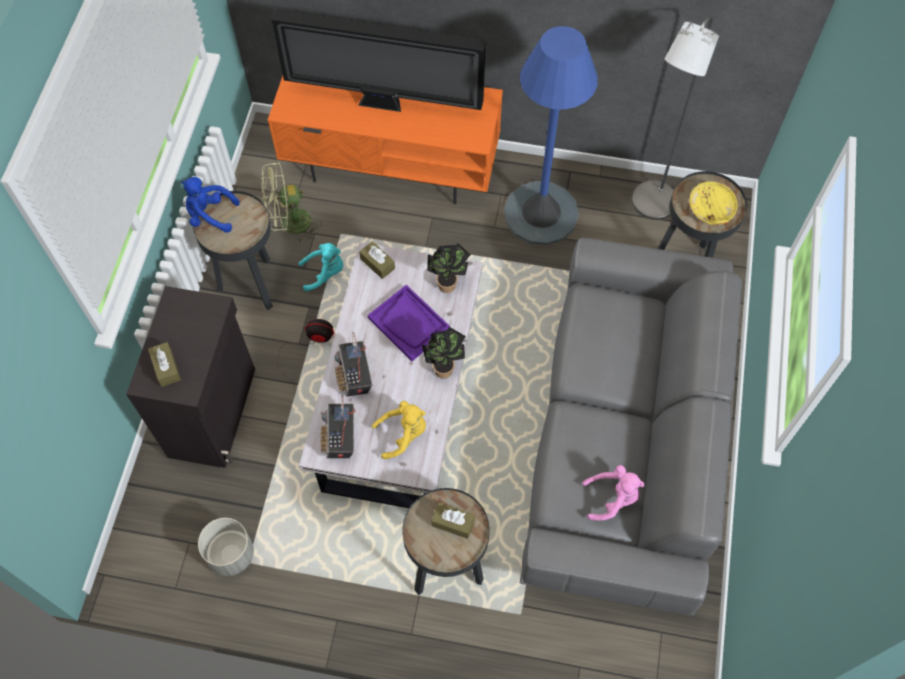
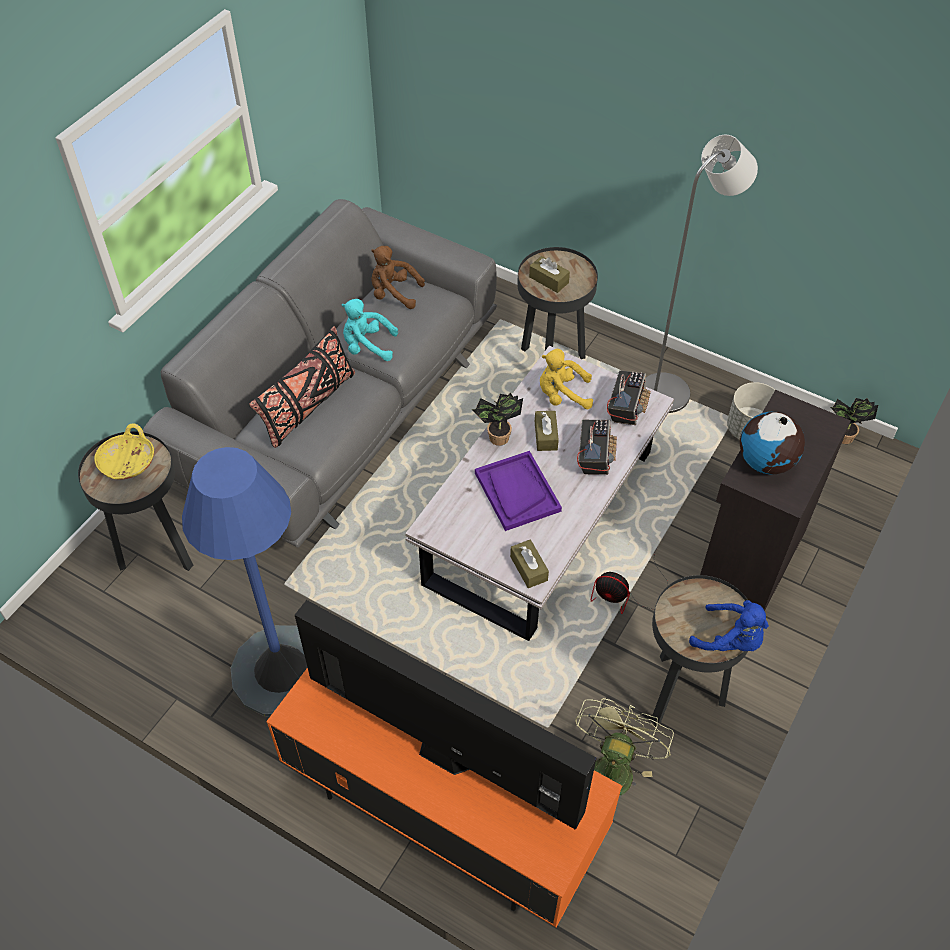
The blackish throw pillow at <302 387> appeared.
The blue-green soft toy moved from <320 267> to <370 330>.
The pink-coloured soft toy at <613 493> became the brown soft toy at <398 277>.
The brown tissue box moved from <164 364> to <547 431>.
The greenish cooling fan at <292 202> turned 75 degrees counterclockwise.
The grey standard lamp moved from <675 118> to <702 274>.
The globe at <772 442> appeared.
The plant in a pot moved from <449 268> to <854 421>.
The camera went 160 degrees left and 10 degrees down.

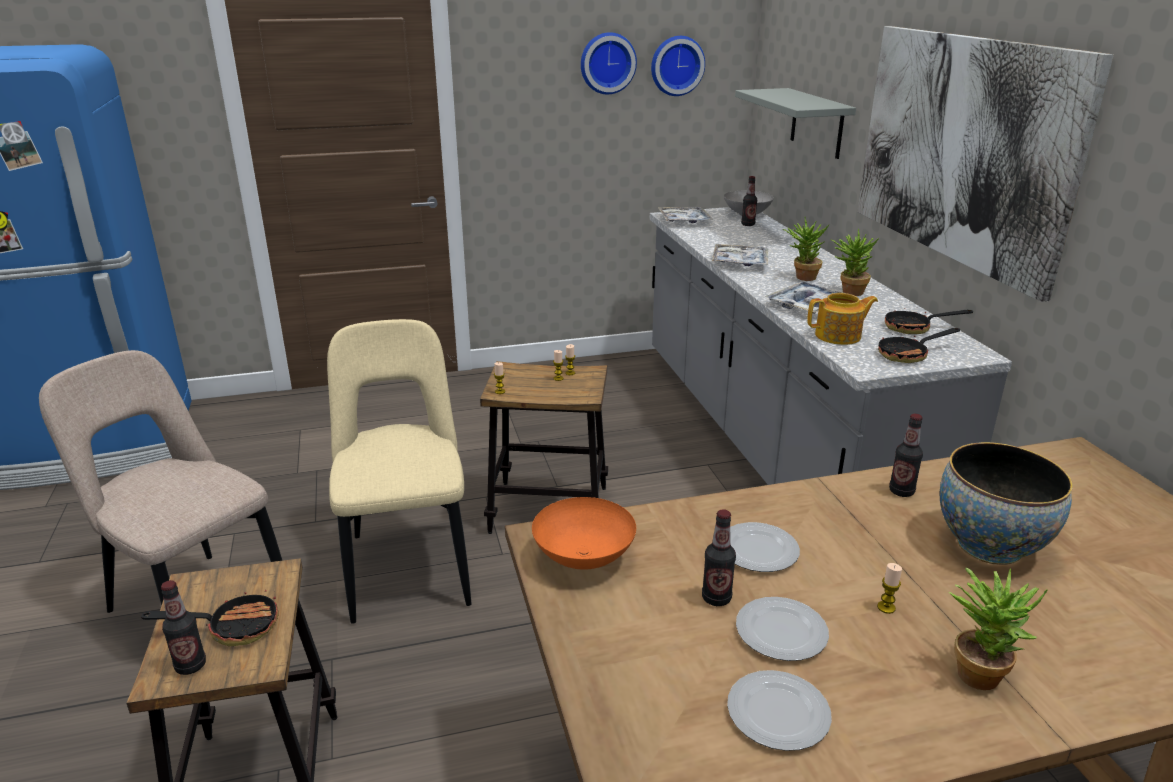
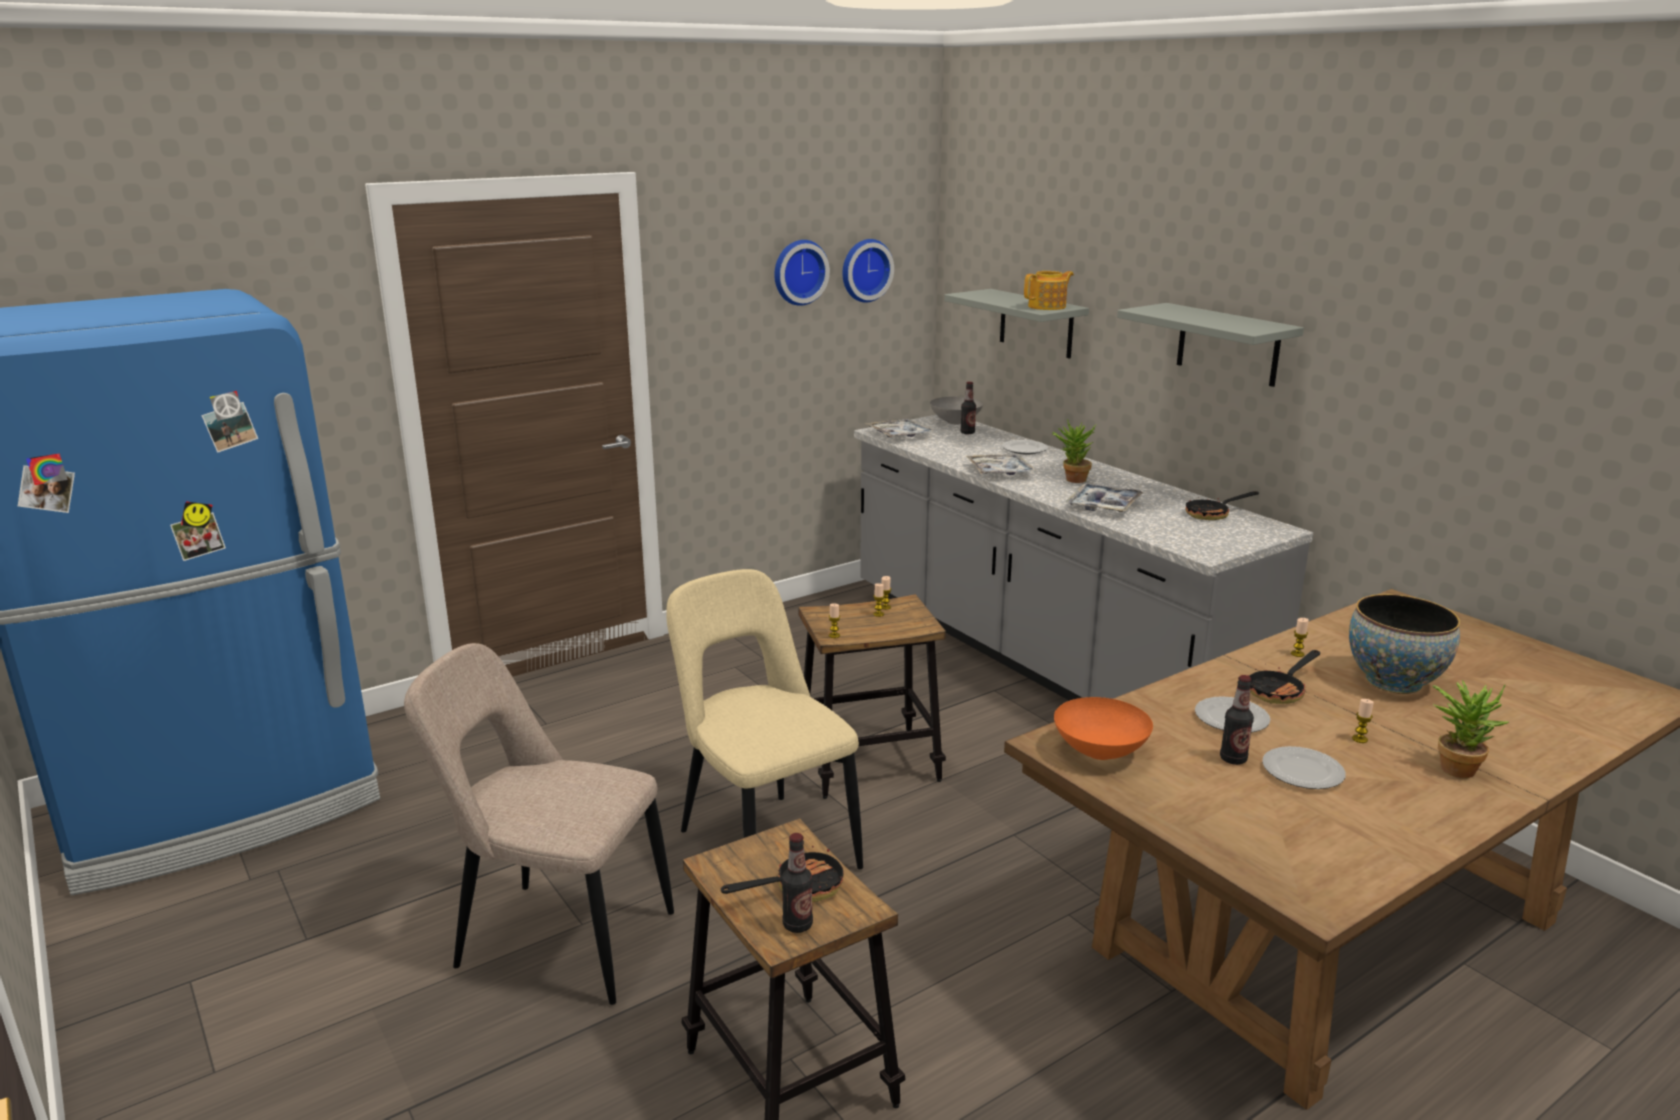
The dinner plate moved from <779 710> to <1025 447>.
The tea pot moved from <842 319> to <1049 290>.
The picture at <985 164> was replaced by the grey shelf at <1210 345>.
The skillet moved from <919 345> to <1283 677>.
The beverage bottle at <906 455> was replaced by the wax candle at <1300 637>.
The plant in a pot at <855 262> disappeared.
The camera went 20 degrees left and 5 degrees down.

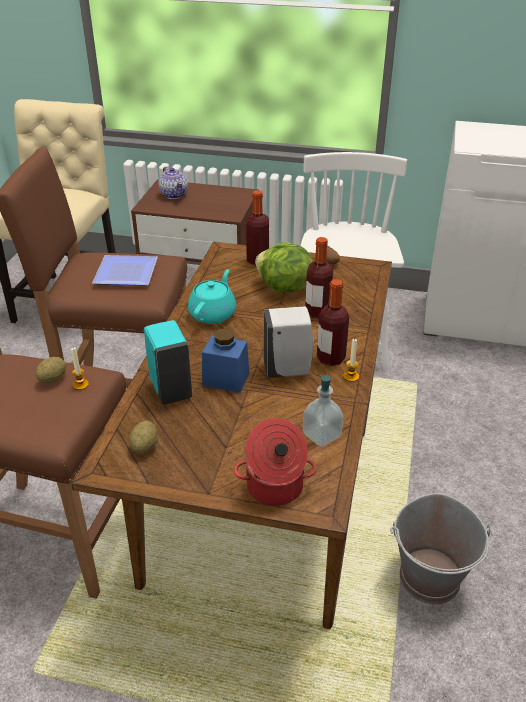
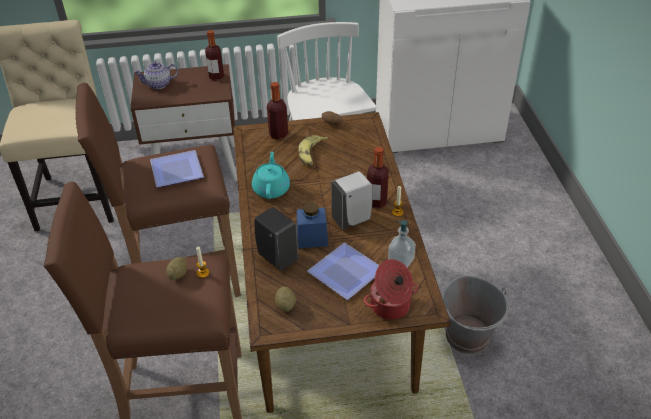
The tea pot at <173 183> turned 120 degrees clockwise.
The beverage bottle moved from <319 277> to <214 55>.
The blue-green soap dispenser at <168 362> became the blackish soap dispenser at <276 239>.
The head of lettuce at <284 267> was replaced by the whole banana at <313 150>.
The dinner plate at <343 271> appeared.
The camera went 20 degrees left and 5 degrees up.

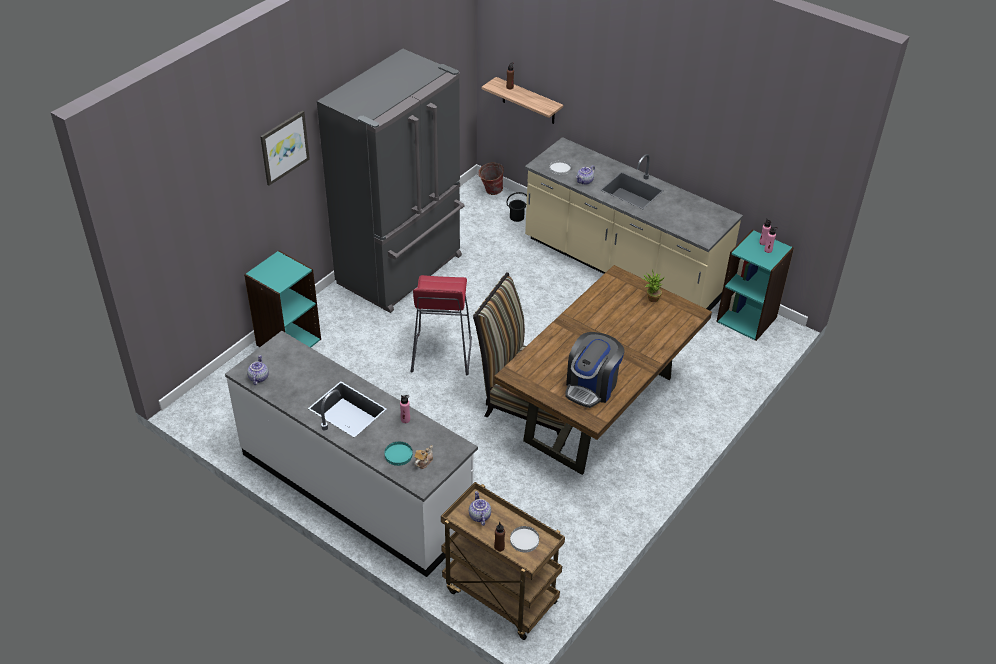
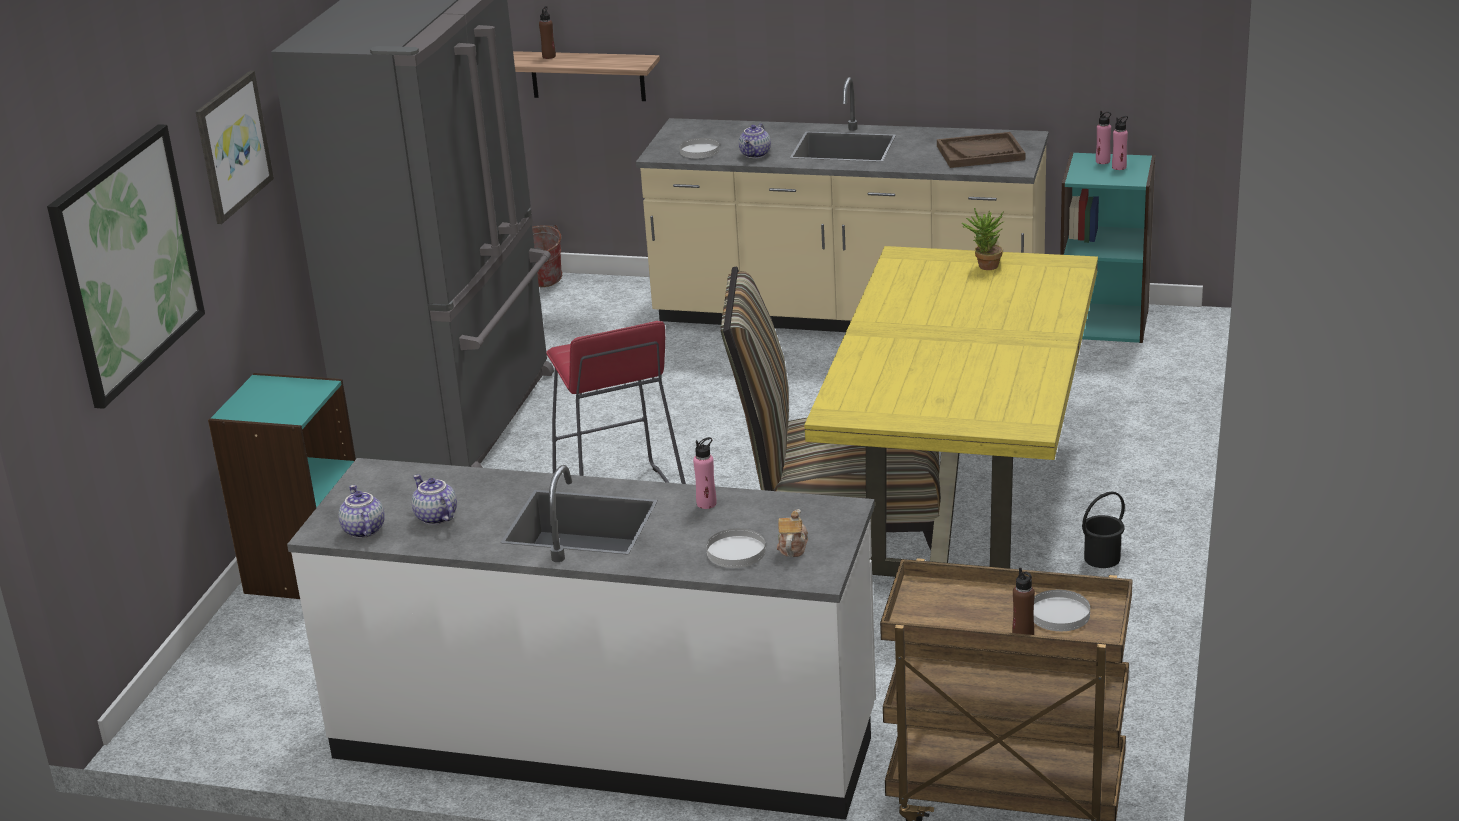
The picture at <126 266> appeared.
The tea pot moved from <480 508> to <434 499>.
The blue-green dinner plate at <398 454> became the white dinner plate at <736 548>.
The brown kitchen table at <603 370> became the yellow-coloured kitchen table at <951 411>.
The brown serving tray at <981 150> appeared.
The blackish water bucket moved from <517 207> to <1103 530>.
The coffee brewer at <595 370> disappeared.
The camera went 20 degrees left and 15 degrees down.

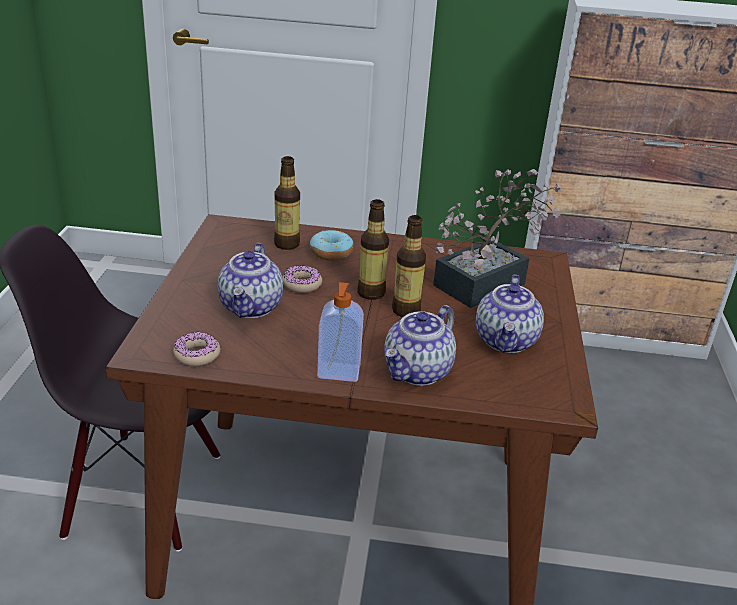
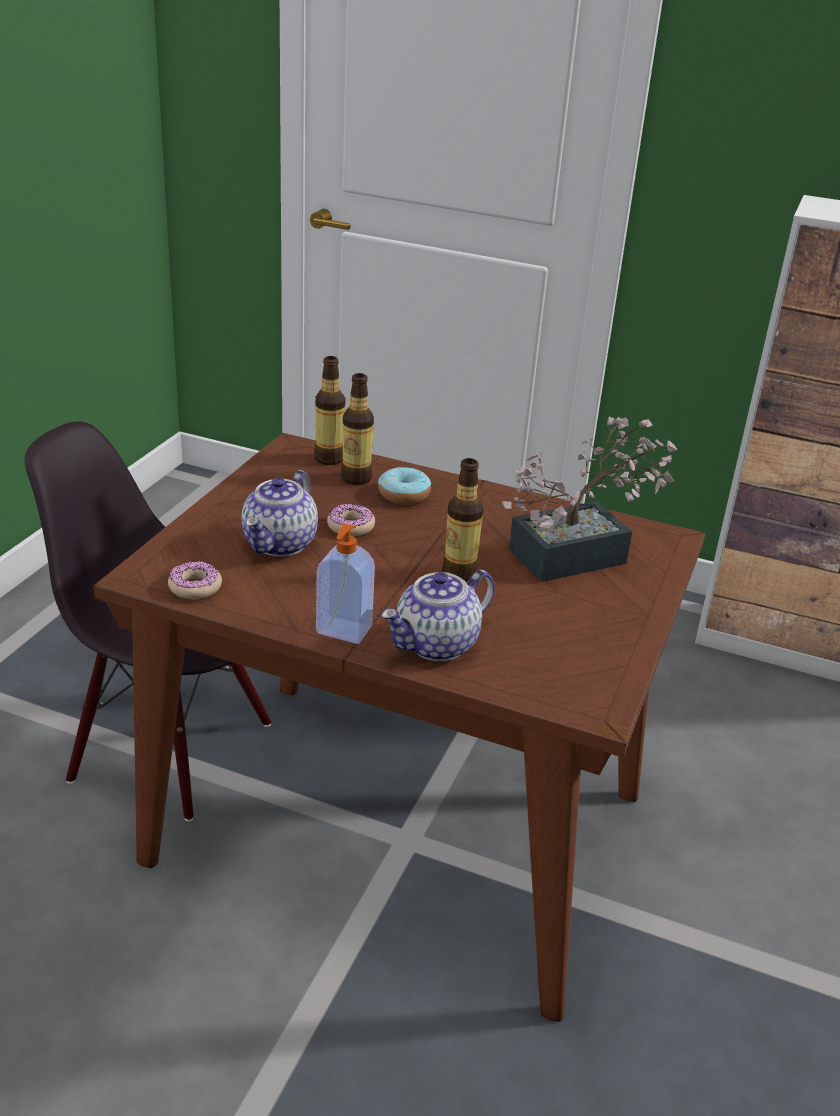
The beverage bottle moved from <373 249> to <330 410>.
The tea pot at <510 314> disappeared.
The camera went 15 degrees right and 0 degrees up.

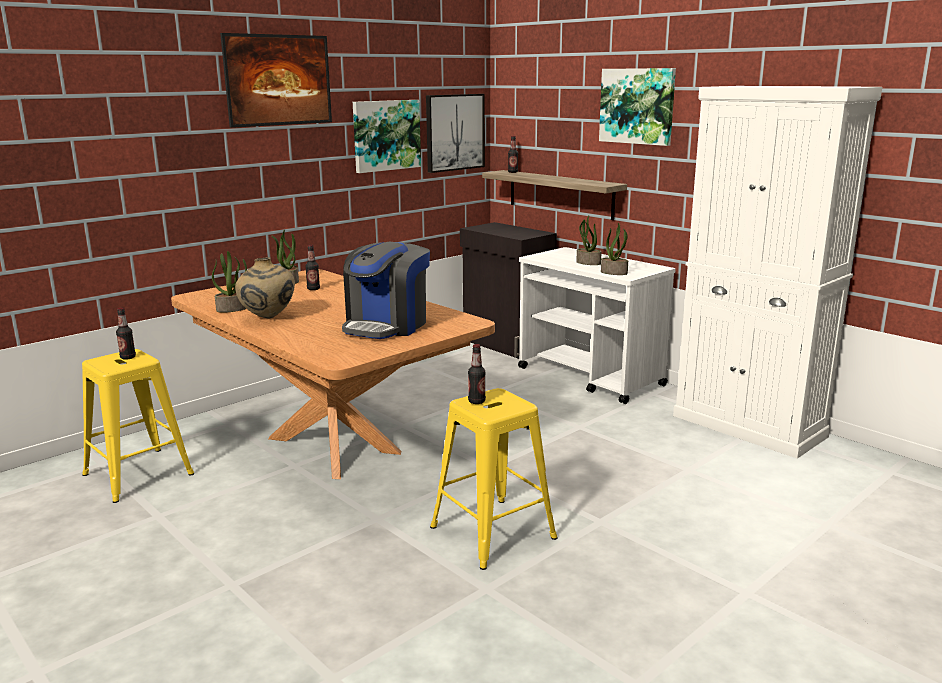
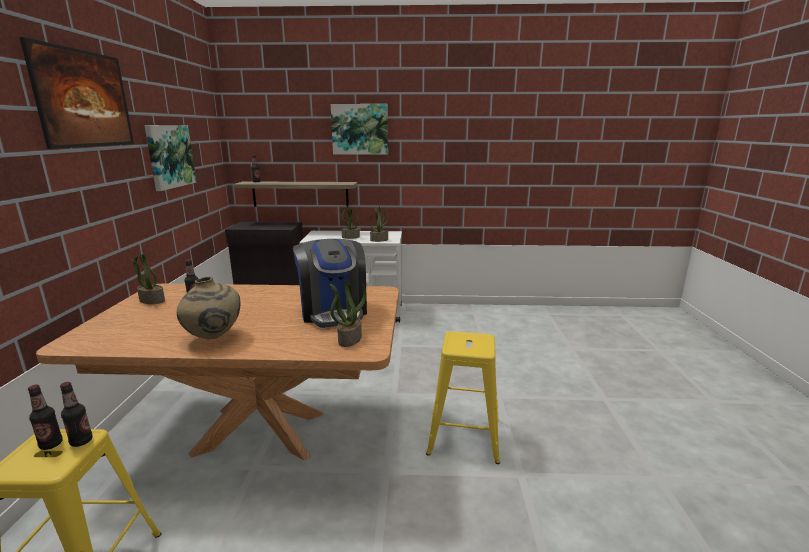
The beverage bottle moved from <477 374> to <76 414>.
The plant in a pot moved from <229 282> to <348 313>.
The picture at <455 133> disappeared.
The white cabinet at <777 272> disappeared.
The camera went 45 degrees left and 0 degrees up.

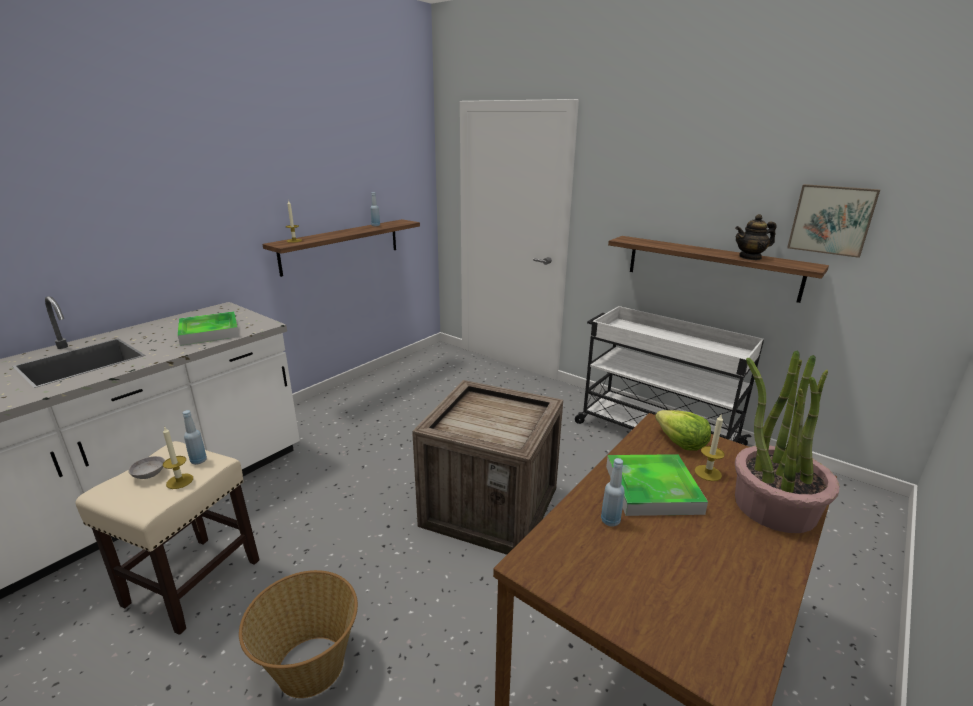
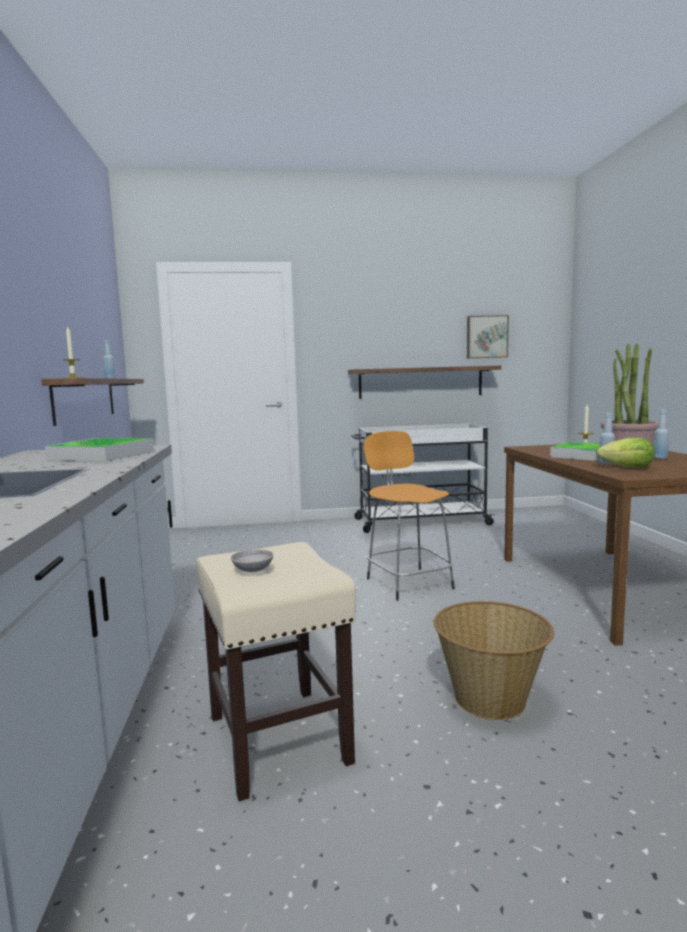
The crate at <487 467> was replaced by the orange stool seat at <409 516>.
The head of lettuce moved from <683 430> to <625 452>.
The bluish beverage bottle moved from <195 437> to <661 434>.
The wax candle at <178 457> disappeared.
The tea pot at <756 237> disappeared.
The camera went 45 degrees left and 15 degrees down.

